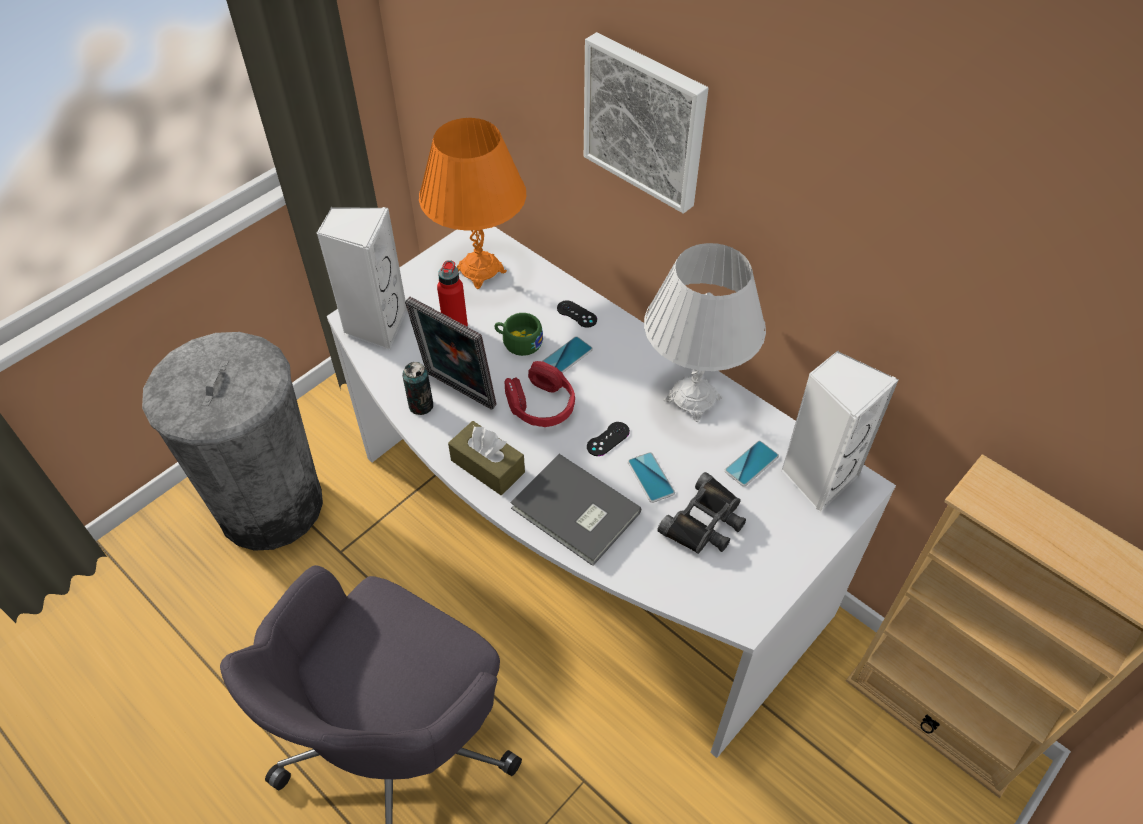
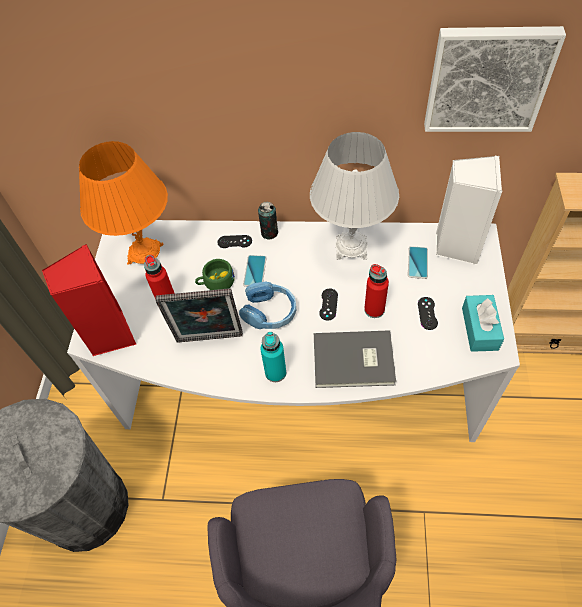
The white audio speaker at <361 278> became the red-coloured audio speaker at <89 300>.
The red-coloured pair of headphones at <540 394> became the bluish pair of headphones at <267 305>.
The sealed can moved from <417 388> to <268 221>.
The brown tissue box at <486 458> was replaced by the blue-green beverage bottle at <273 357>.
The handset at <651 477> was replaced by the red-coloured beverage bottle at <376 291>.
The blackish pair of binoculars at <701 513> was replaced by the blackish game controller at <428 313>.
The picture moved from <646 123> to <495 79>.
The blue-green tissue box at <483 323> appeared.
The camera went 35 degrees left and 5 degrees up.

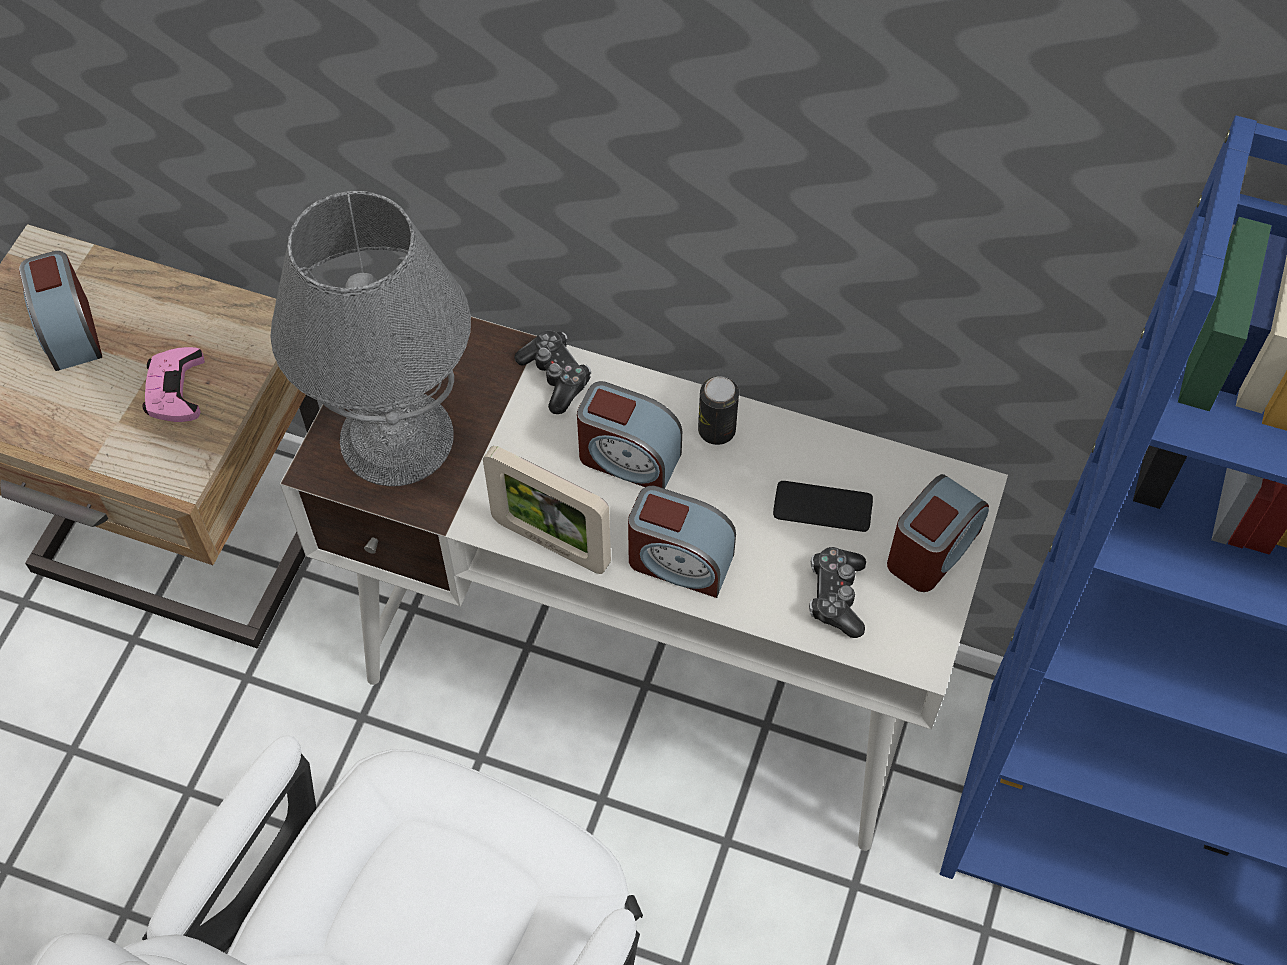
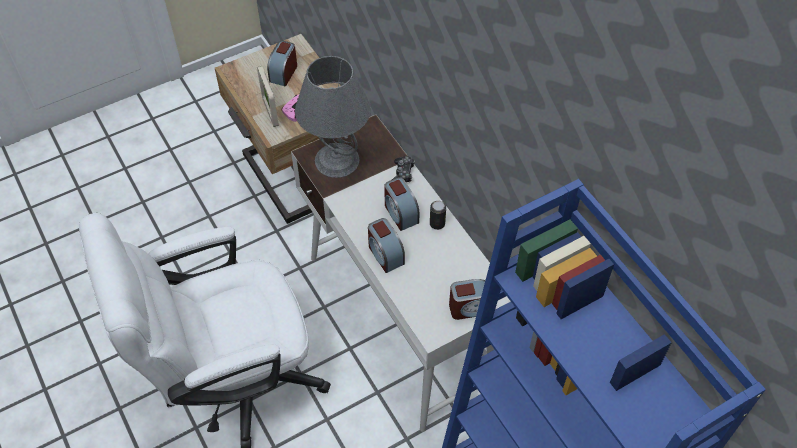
The picture frame moved from <547 510> to <268 96>.
The handset at <823 506> disappeared.
The game controller at <837 592> disappeared.
The camera went 40 degrees right and 5 degrees down.

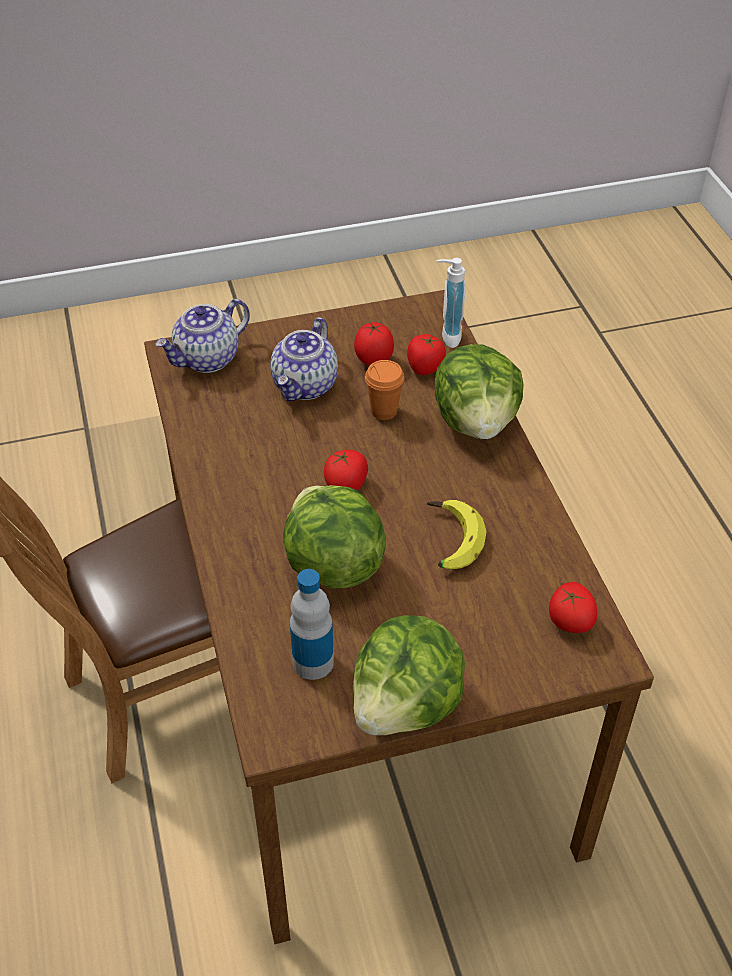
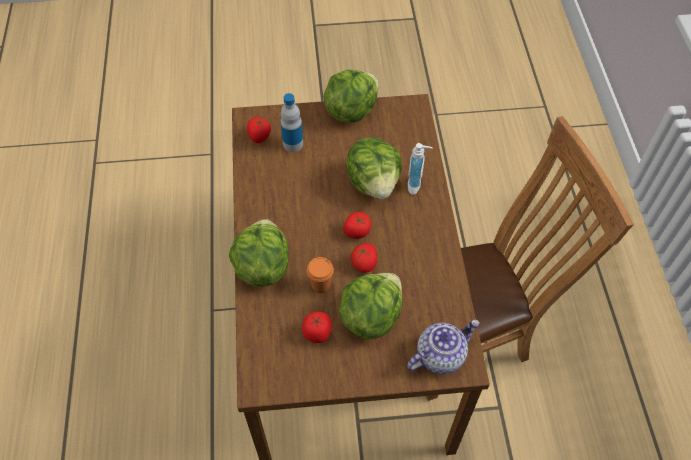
The beverage bottle moved from <312 624> to <292 122>.
The tea pot at <304 359> was replaced by the head of lettuce at <371 306>.
The tomato moved from <426 354> to <364 258>.
The soap dispenser moved from <451 303> to <420 169>.
The whole banana at <456 535> disappeared.
The camera went 170 degrees left and 10 degrees up.

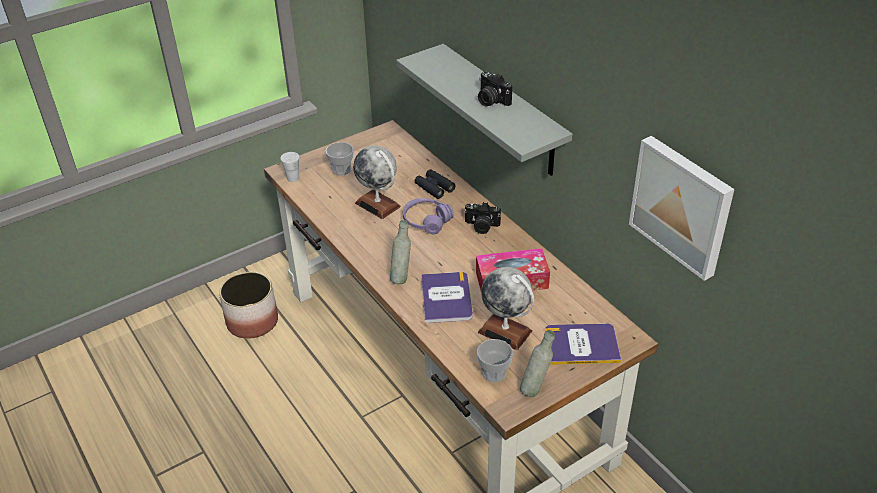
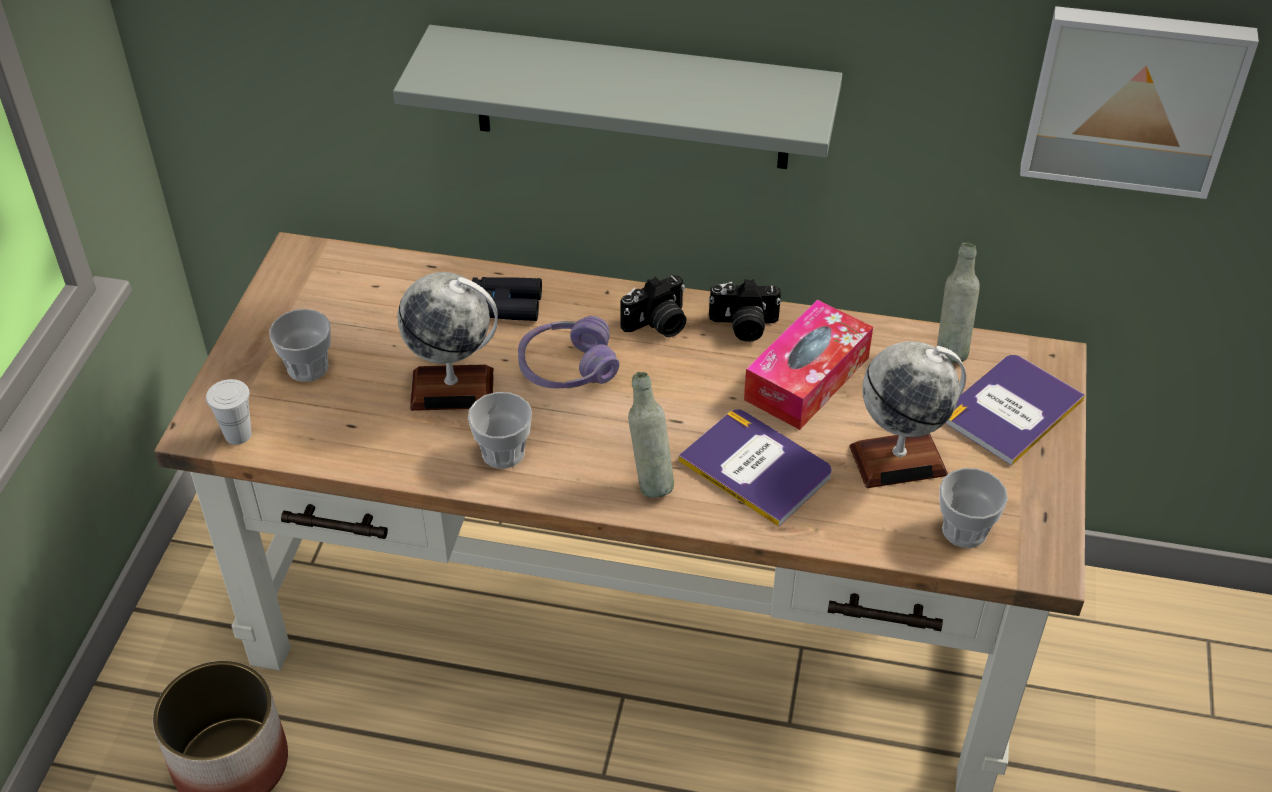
The small cup at <500 430> appeared.
The still camera moved from <495 88> to <745 310>.
The grey beverage bottle moved from <537 363> to <958 302>.
The camera went 45 degrees left and 5 degrees up.

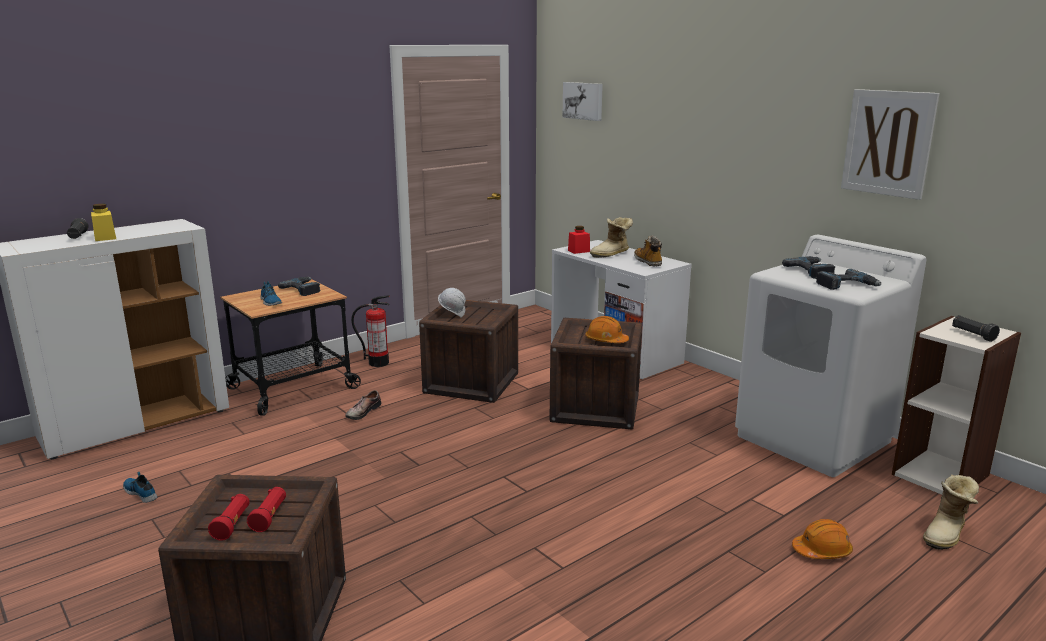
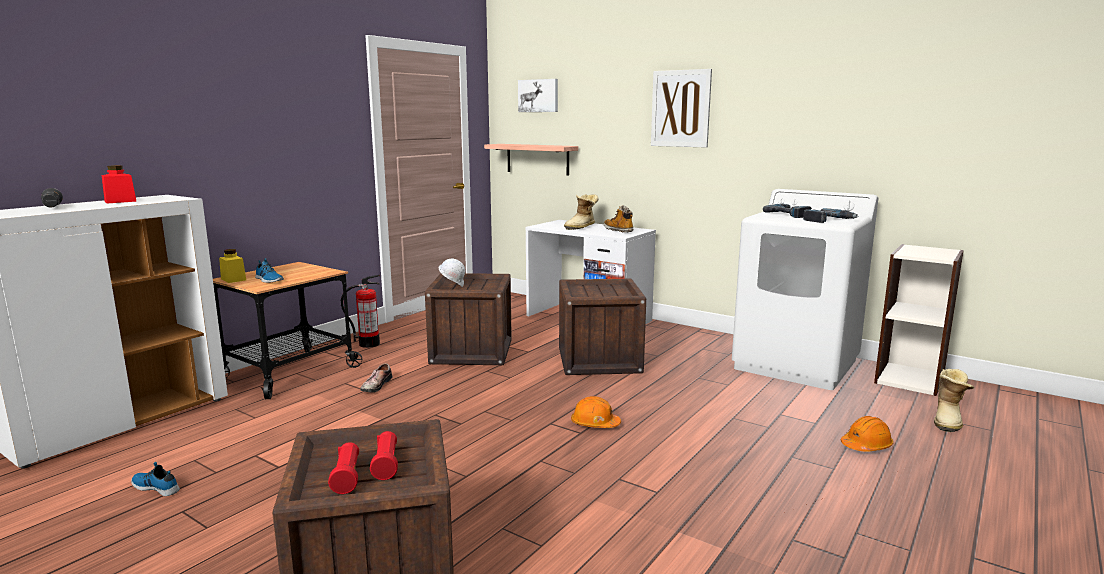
The red-coloured jar moved from <579 240> to <119 184>.
The yellow-coloured jar moved from <103 222> to <232 266>.
The shelf at <531 160> appeared.
The orange work helmet moved from <607 329> to <596 412>.
The picture moved from <890 144> to <681 108>.
The drill at <299 286> disappeared.
The blackish flashlight at <976 328> disappeared.
The camera went 15 degrees left and 5 degrees down.

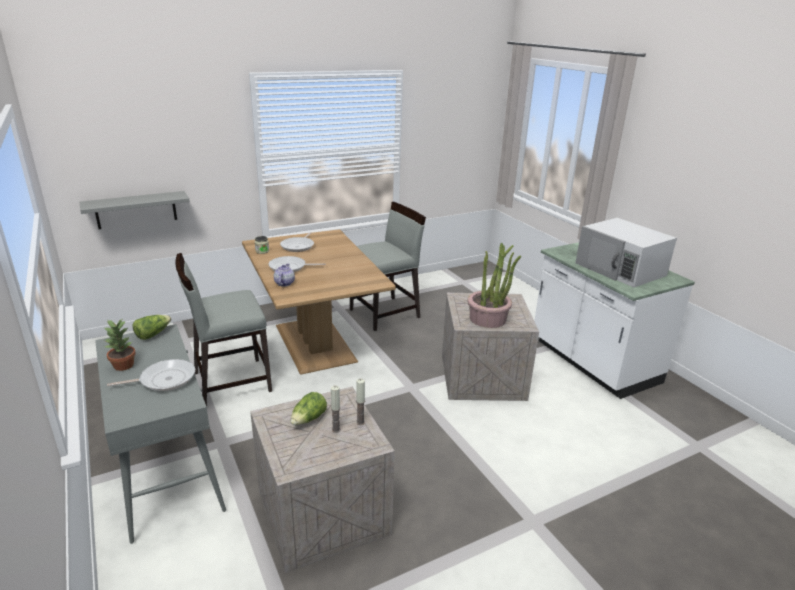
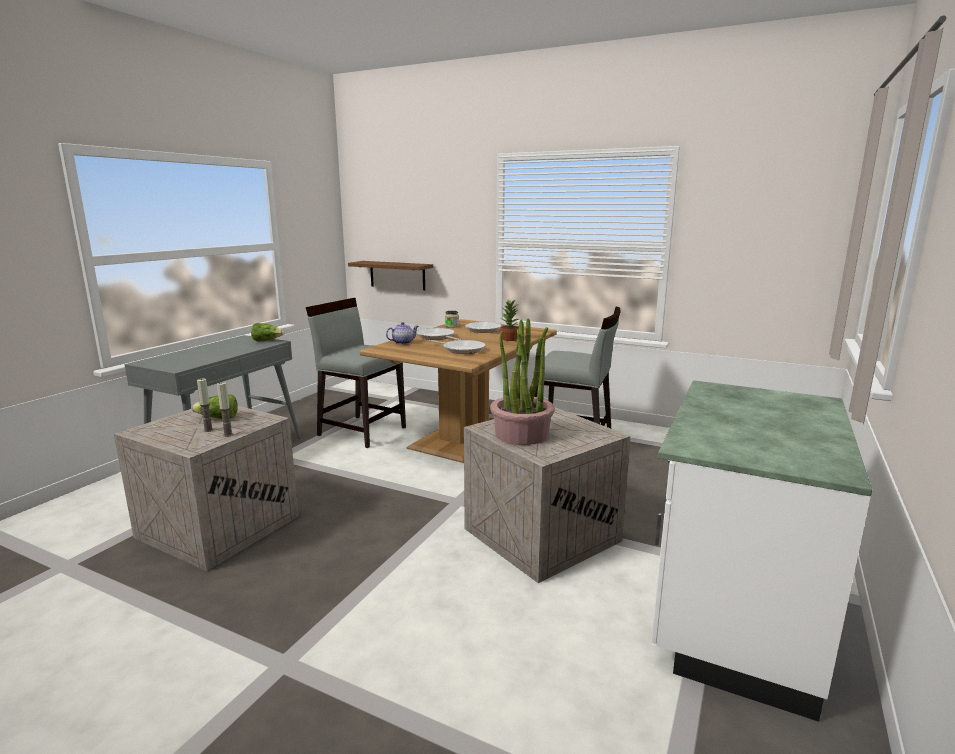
The grey shelf at <135 210> became the brown shelf at <390 275>.
The skillet moved from <151 375> to <457 347>.
The plant in a pot moved from <119 345> to <510 320>.
The white microwave at <626 252> disappeared.
The camera went 55 degrees right and 10 degrees down.

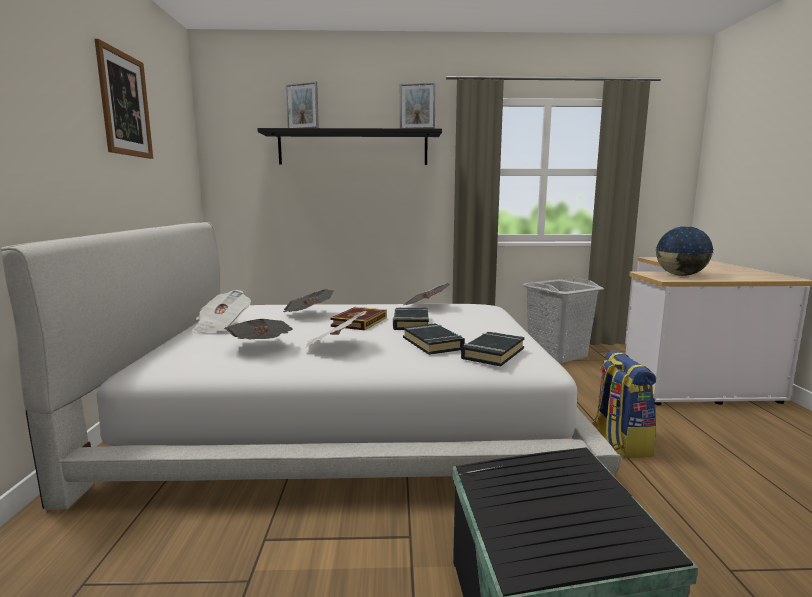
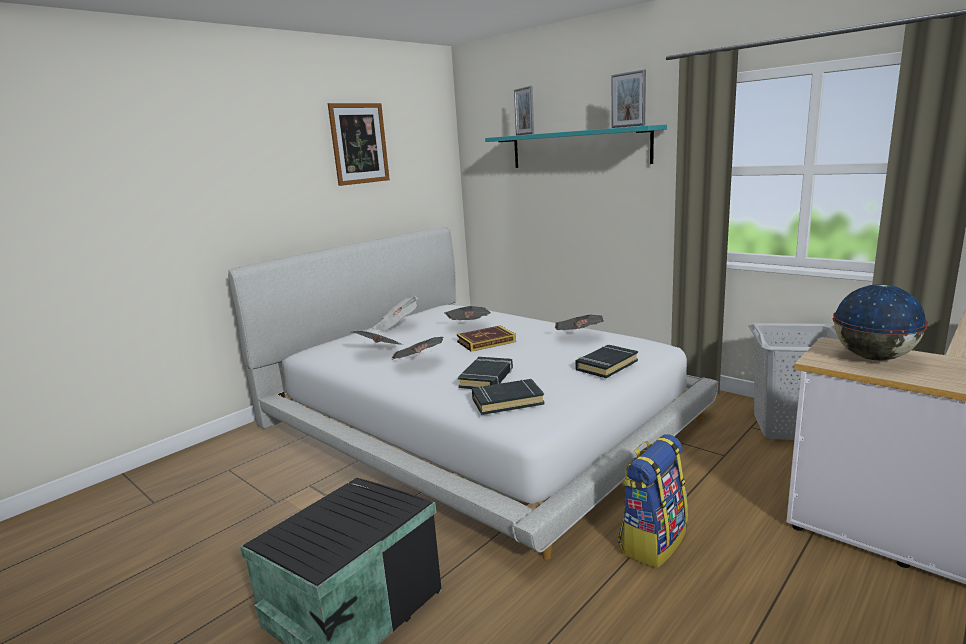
The blackish shelf at <349 146> became the blue-green shelf at <576 146>.
The blackish volume moved from <411 319> to <606 361>.
The camera went 45 degrees right and 5 degrees up.

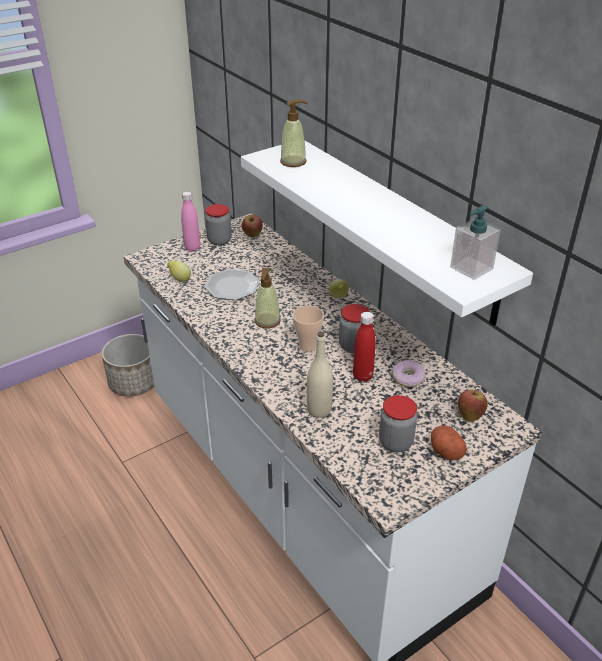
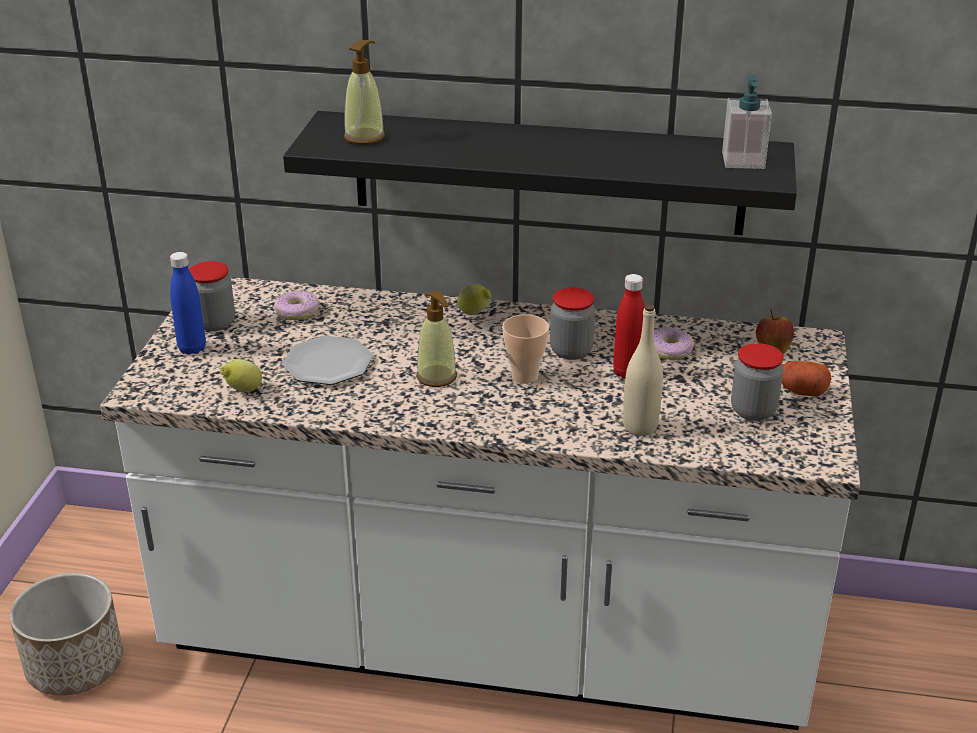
The pink-coloured beverage bottle at <190 222> became the bluish beverage bottle at <188 303>.
The ring doughnut at <297 305> appeared.
The white shelf at <387 233> became the blackish shelf at <540 173>.
The apple at <252 226> disappeared.
The camera went 45 degrees left and 5 degrees down.

